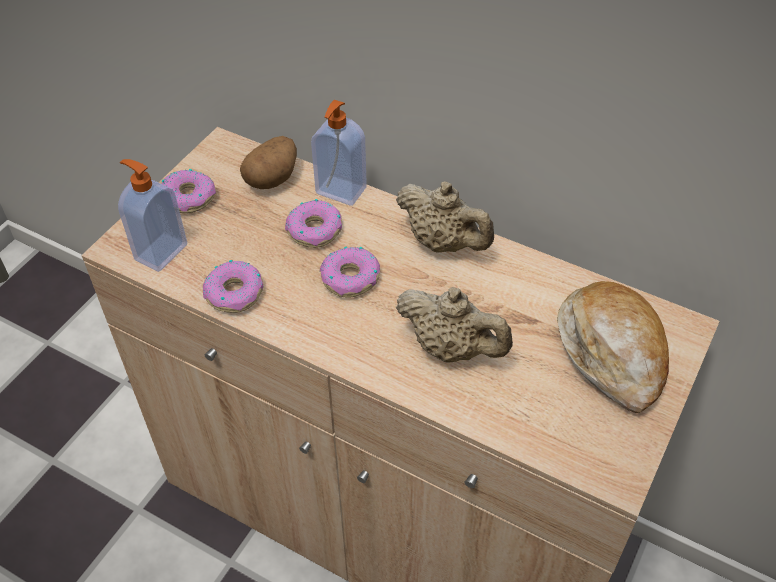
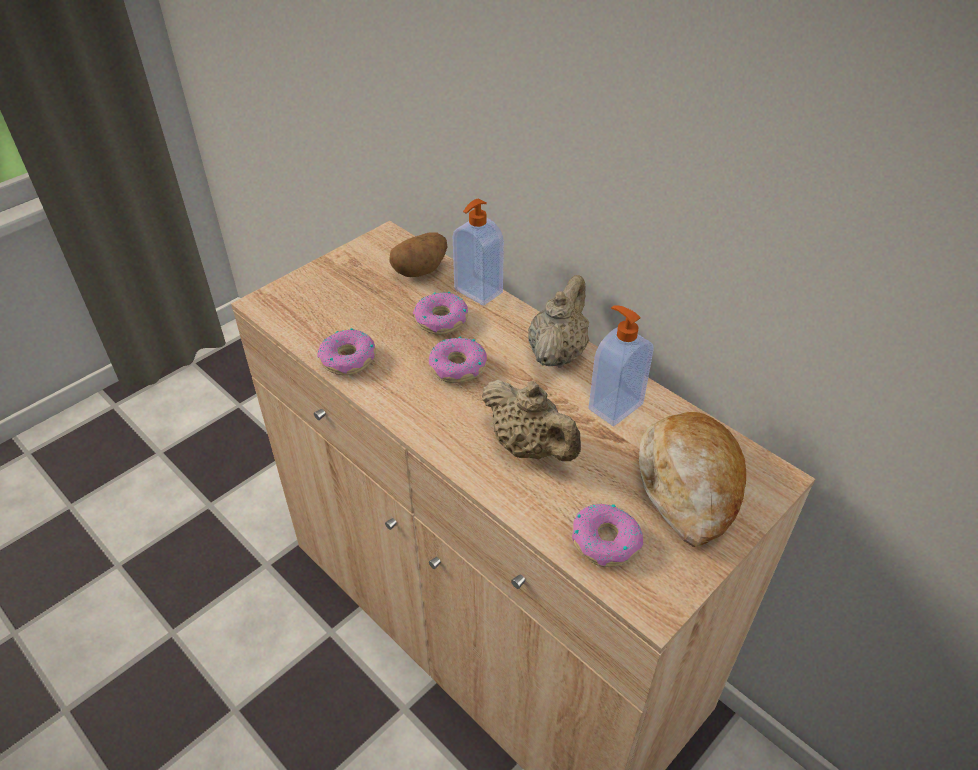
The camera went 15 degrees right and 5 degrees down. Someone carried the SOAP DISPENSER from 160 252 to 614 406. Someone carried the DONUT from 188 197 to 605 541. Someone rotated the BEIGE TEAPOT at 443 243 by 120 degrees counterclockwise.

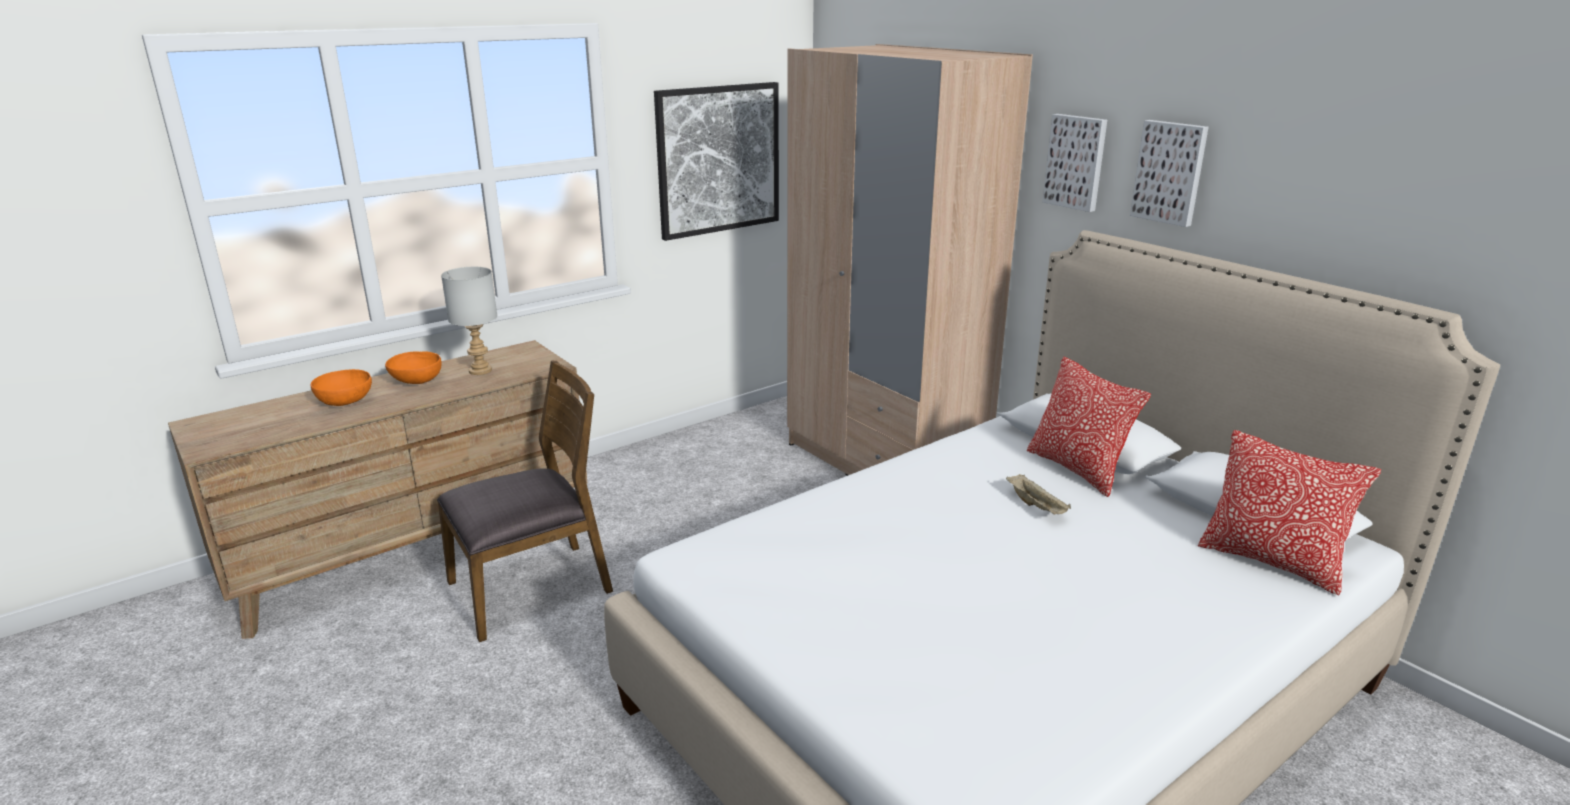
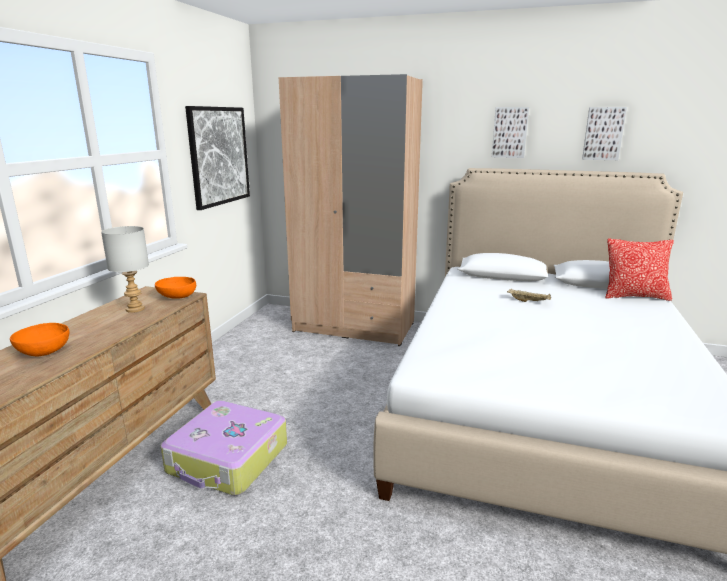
The camera went 35 degrees left and 5 degrees down. Someone carried the PICTURE from 1076 162 to 603 133. Someone carried the ORANGE BOWL from 416 381 to 176 297. Someone took away the PILLOW at 1077 469. Someone swapped the BROWN CHAIR at 532 588 for the SUITCASE at 228 459.

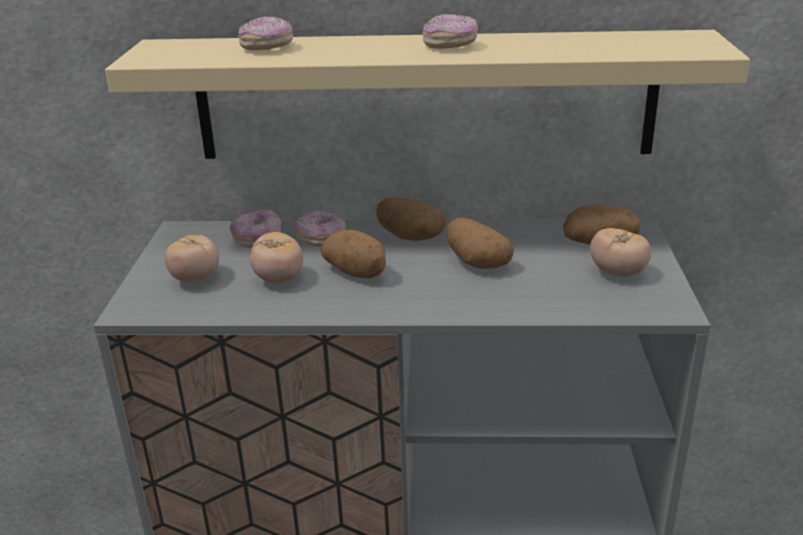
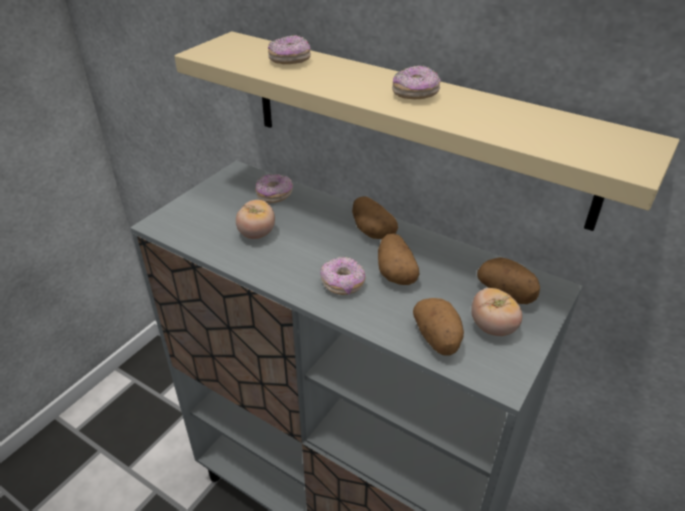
The camera went 30 degrees right and 10 degrees up. Someone carried the DONUT from 321 240 to 343 284. Someone carried the POTATO from 357 272 to 438 339. Someone took away the TOMATO at 195 279.

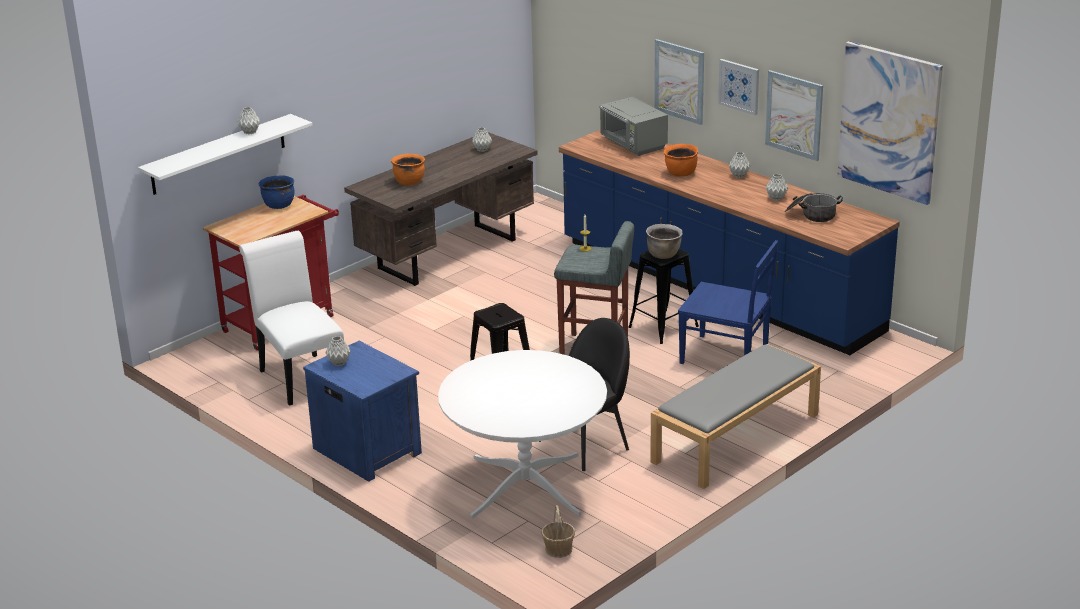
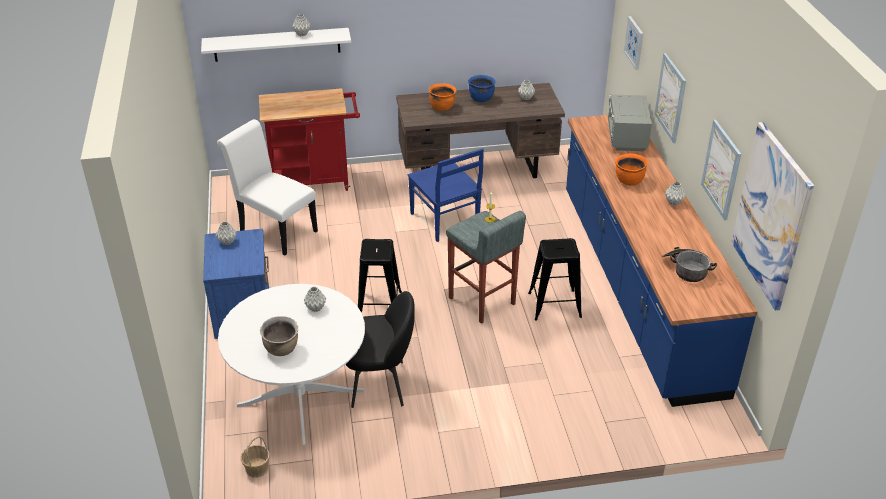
The camera went 35 degrees right and 10 degrees up. Someone carried the PICTURE from 739 86 to 634 42. Someone carried the GREY VASE from 776 198 to 316 308. Someone carried the BLUE COOKING POT from 278 205 to 481 98. Someone carried the BROWN COOKING POT from 663 255 to 282 349. Someone rotated the WHITE CHAIR at 300 376 by 60 degrees counterclockwise. Someone carried the BLUE CHAIR from 726 356 to 445 221. Someone took away the GREY BENCH at 735 438.

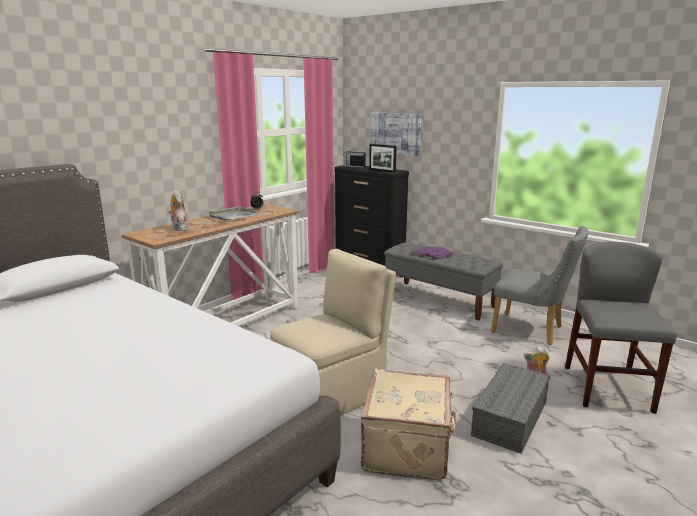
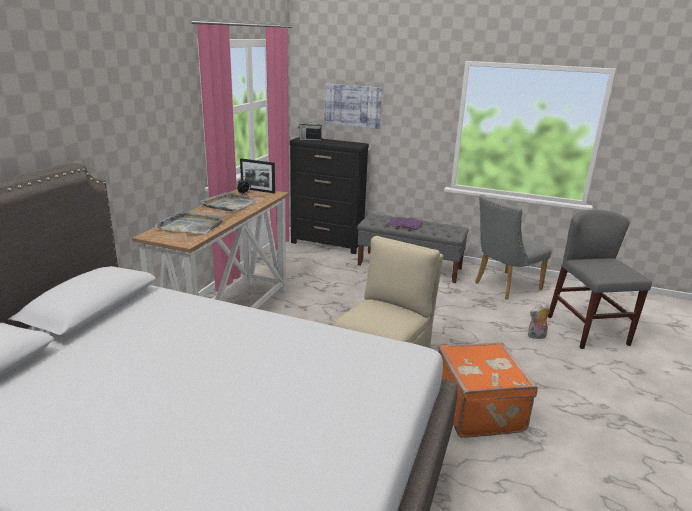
The camera went 20 degrees left and 5 degrees up. Someone carried the PICTURE FRAME from 382 170 to 258 190. Someone swapped the PLUSH TOY at 179 229 for the GREY TRAY at 191 225. Someone rotated the GREY CHAIR at 533 330 by 135 degrees clockwise. Someone took away the GREY STORAGE BOX at 510 419. Someone repainted the BEIGE SUITCASE at 408 447, which became the ORANGE SUITCASE at 479 409.

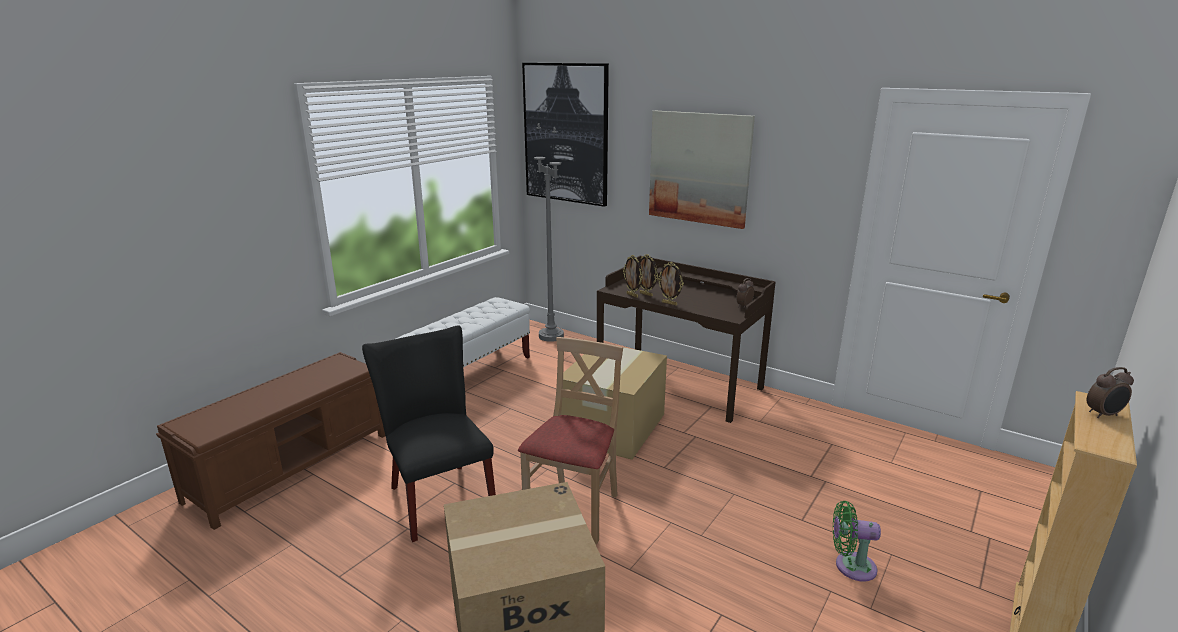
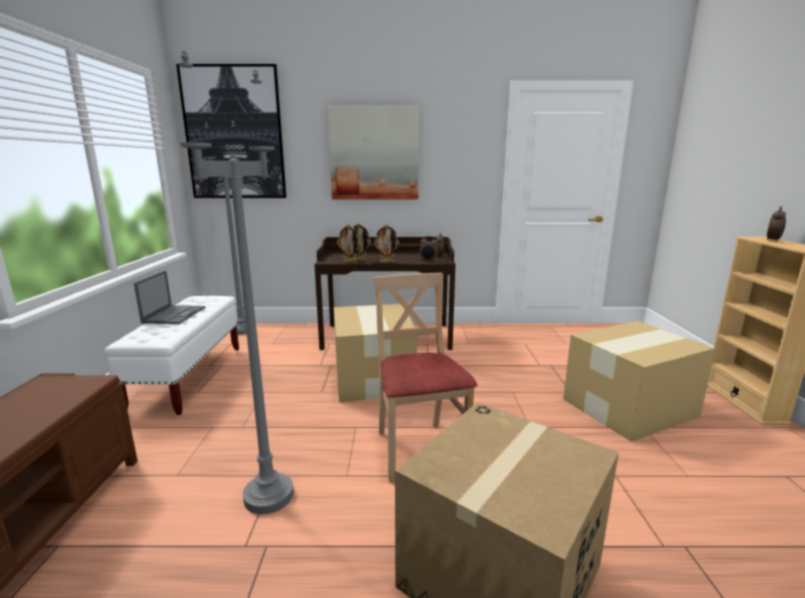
The camera went 35 degrees left and 5 degrees down. Someone swapped the BLACK CHAIR at 438 496 for the GREY FLOOR LAMP at 269 495. Someone swapped the GREEN FAN at 851 566 for the CARDBOARD BOX at 631 407. Someone put down the ALARM CLOCK at 428 261. Someone put down the LAPTOP at 174 314.

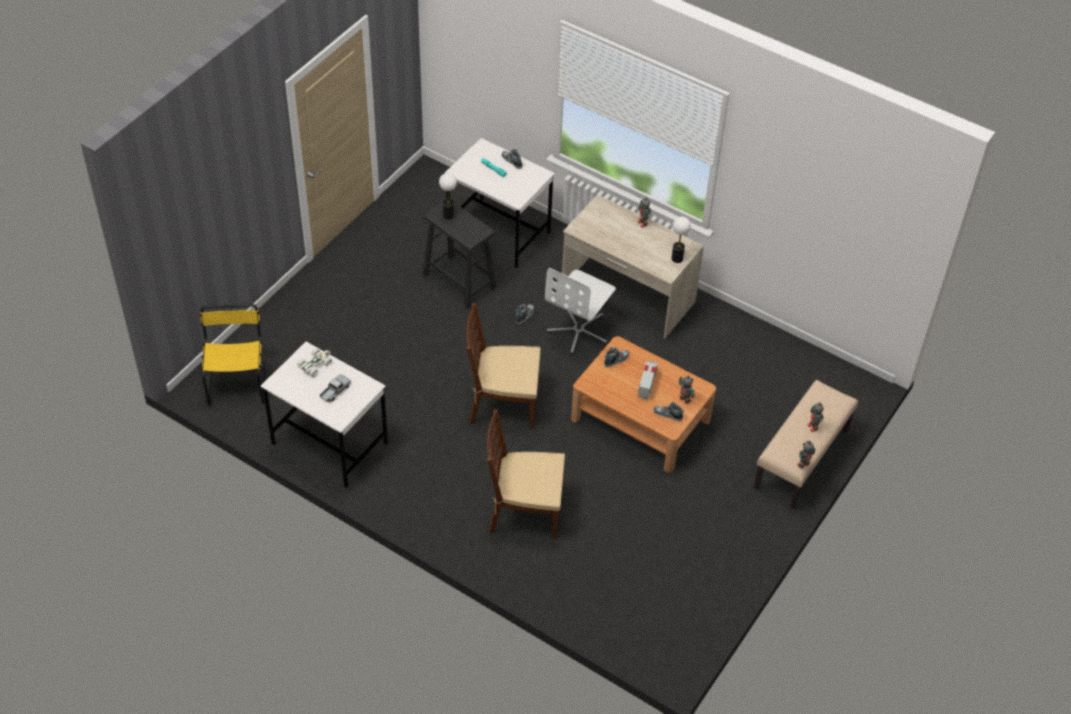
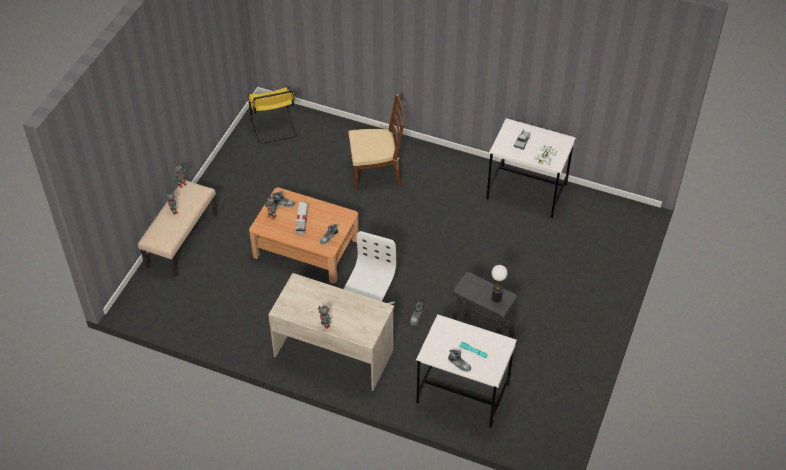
The camera went 170 degrees right and 0 degrees up. Someone took away the TABLE LAMP at 677 258. Someone took away the BROWN CHAIR at 502 403. Someone carried the YELLOW CHAIR from 237 381 to 274 128.

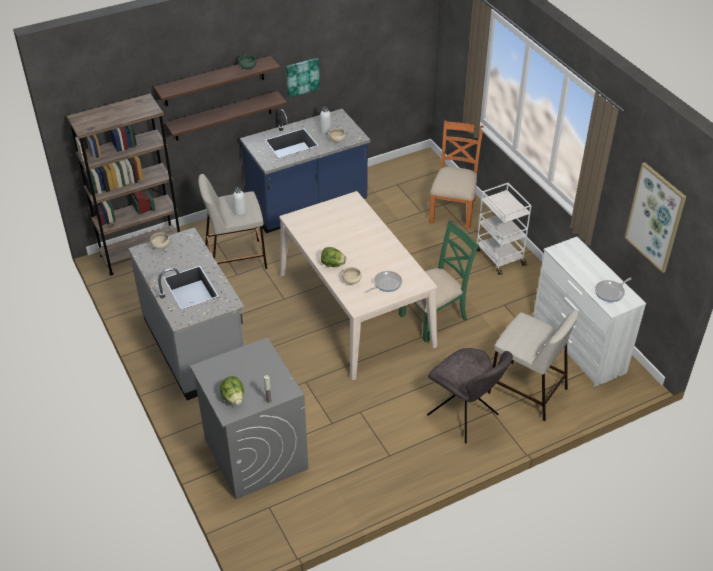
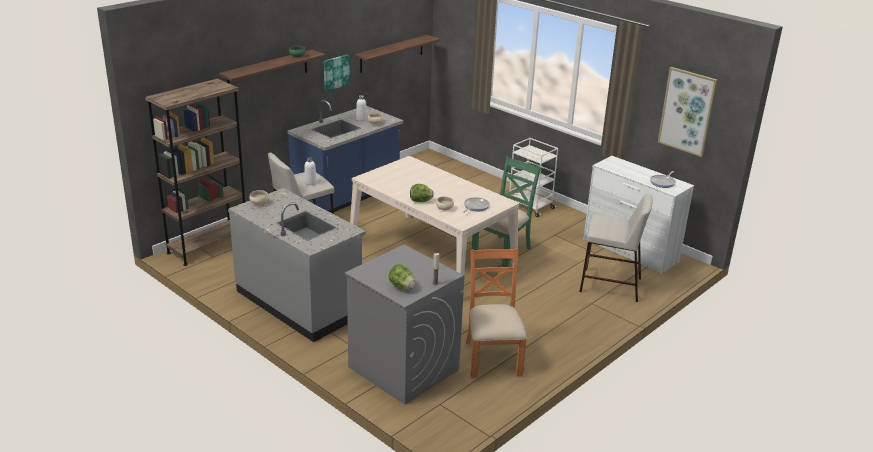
The camera went 20 degrees left and 15 degrees down. Someone carried the SHELF from 223 116 to 392 53. Someone carried the ORANGE CHAIR from 453 210 to 492 358. Someone took away the GREY CHAIR at 464 416.

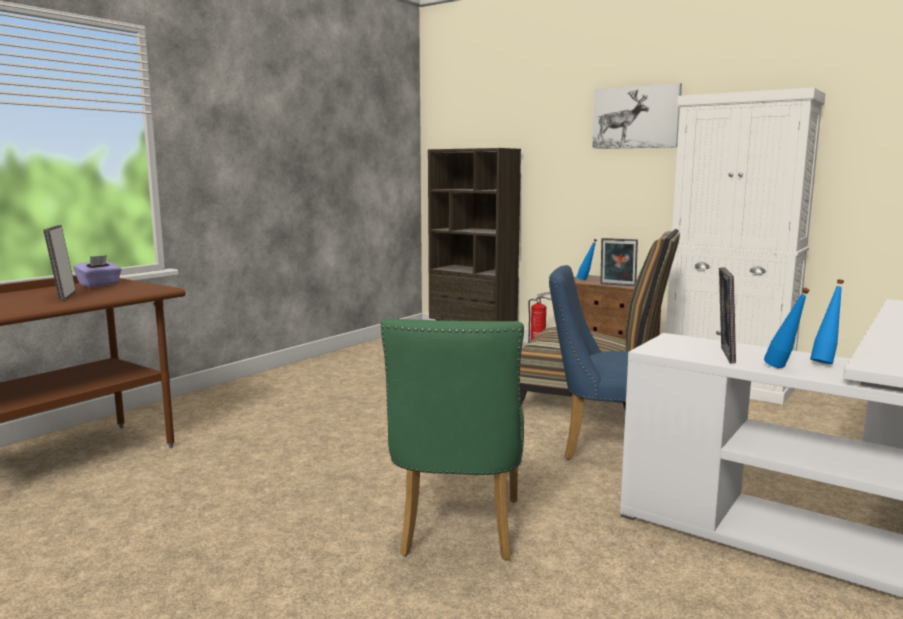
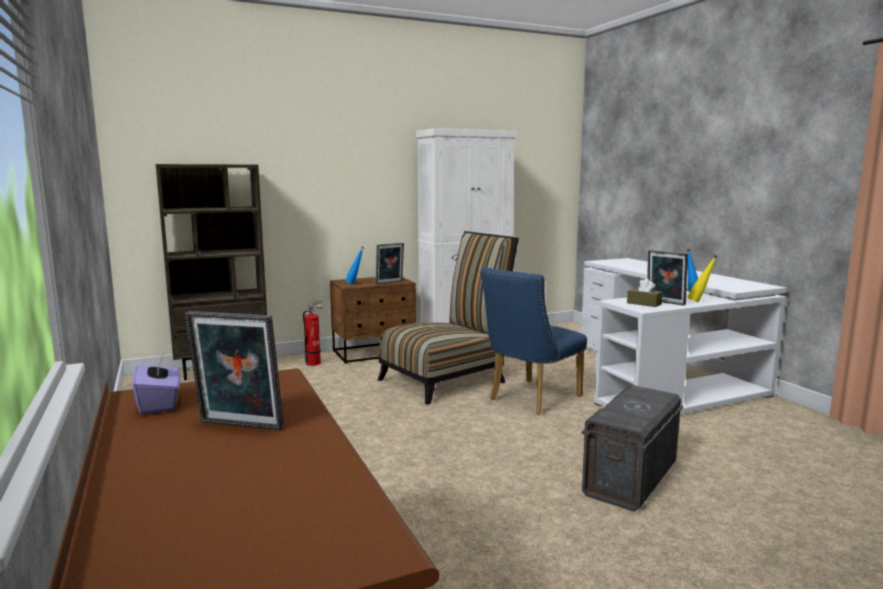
The camera went 60 degrees left and 0 degrees up. Someone took away the PICTURE at 636 117. Someone repainted the BLUE BOTTLE at 783 368, which became the YELLOW BOTTLE at 700 302. Someone swapped the GREEN CHAIR at 457 532 for the GREY STORAGE BOX at 630 478. Someone put down the BROWN TISSUE BOX at 644 303.

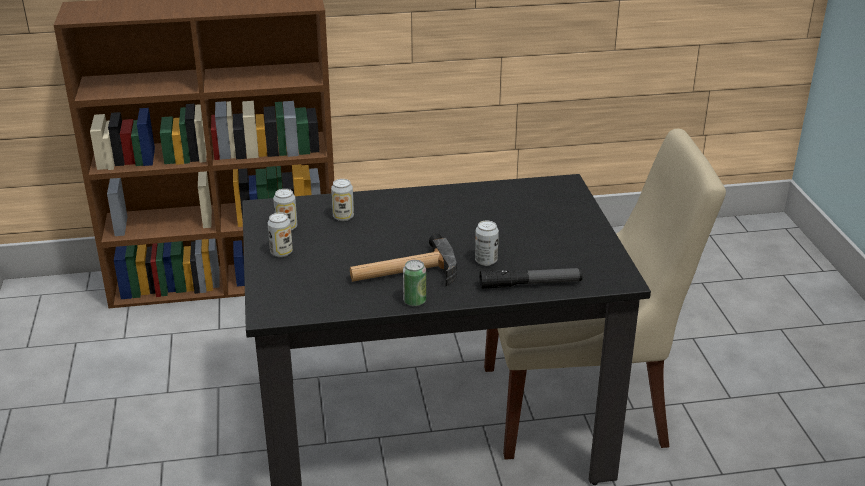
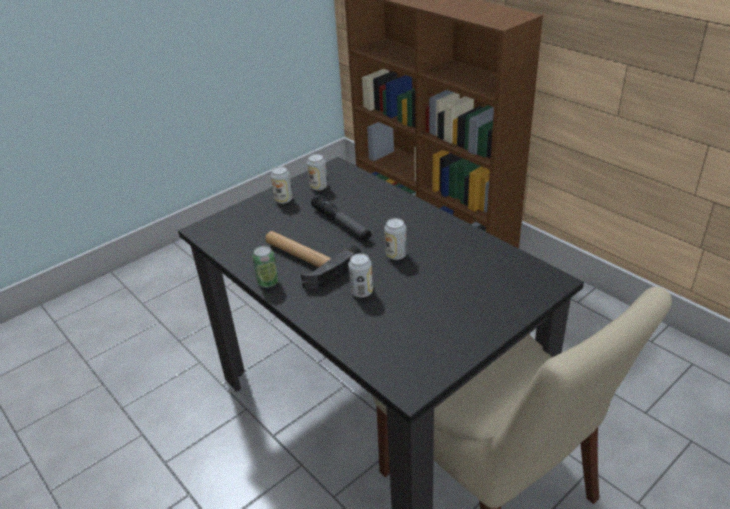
The camera went 60 degrees right and 5 degrees up. Someone carried the CAN from 343 217 to 396 255. Someone carried the FLASHLIGHT from 530 284 to 341 224.

